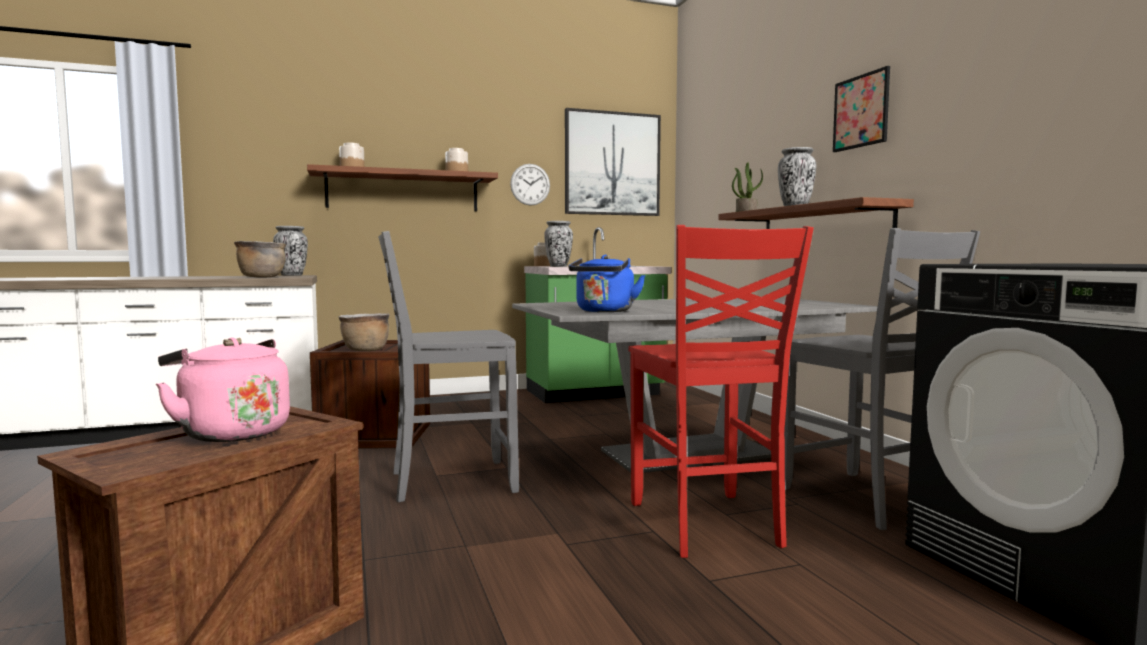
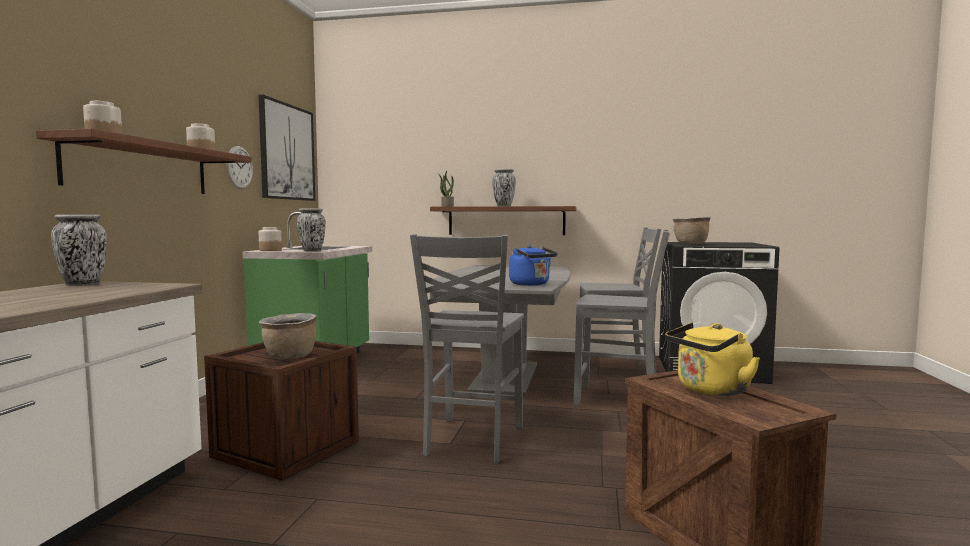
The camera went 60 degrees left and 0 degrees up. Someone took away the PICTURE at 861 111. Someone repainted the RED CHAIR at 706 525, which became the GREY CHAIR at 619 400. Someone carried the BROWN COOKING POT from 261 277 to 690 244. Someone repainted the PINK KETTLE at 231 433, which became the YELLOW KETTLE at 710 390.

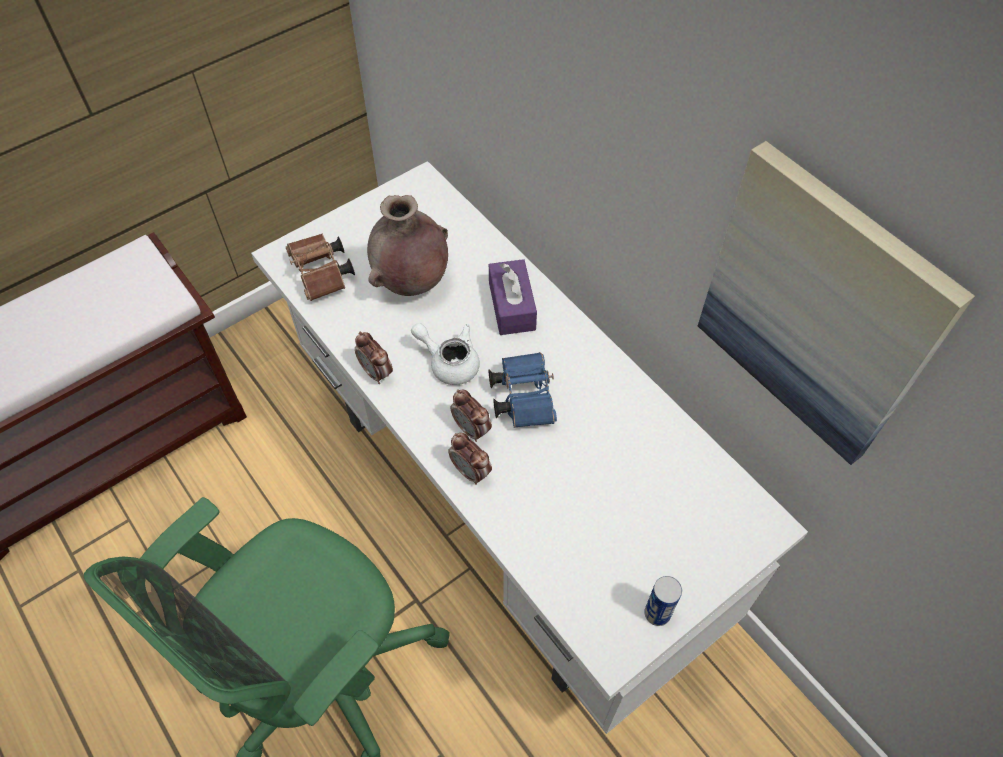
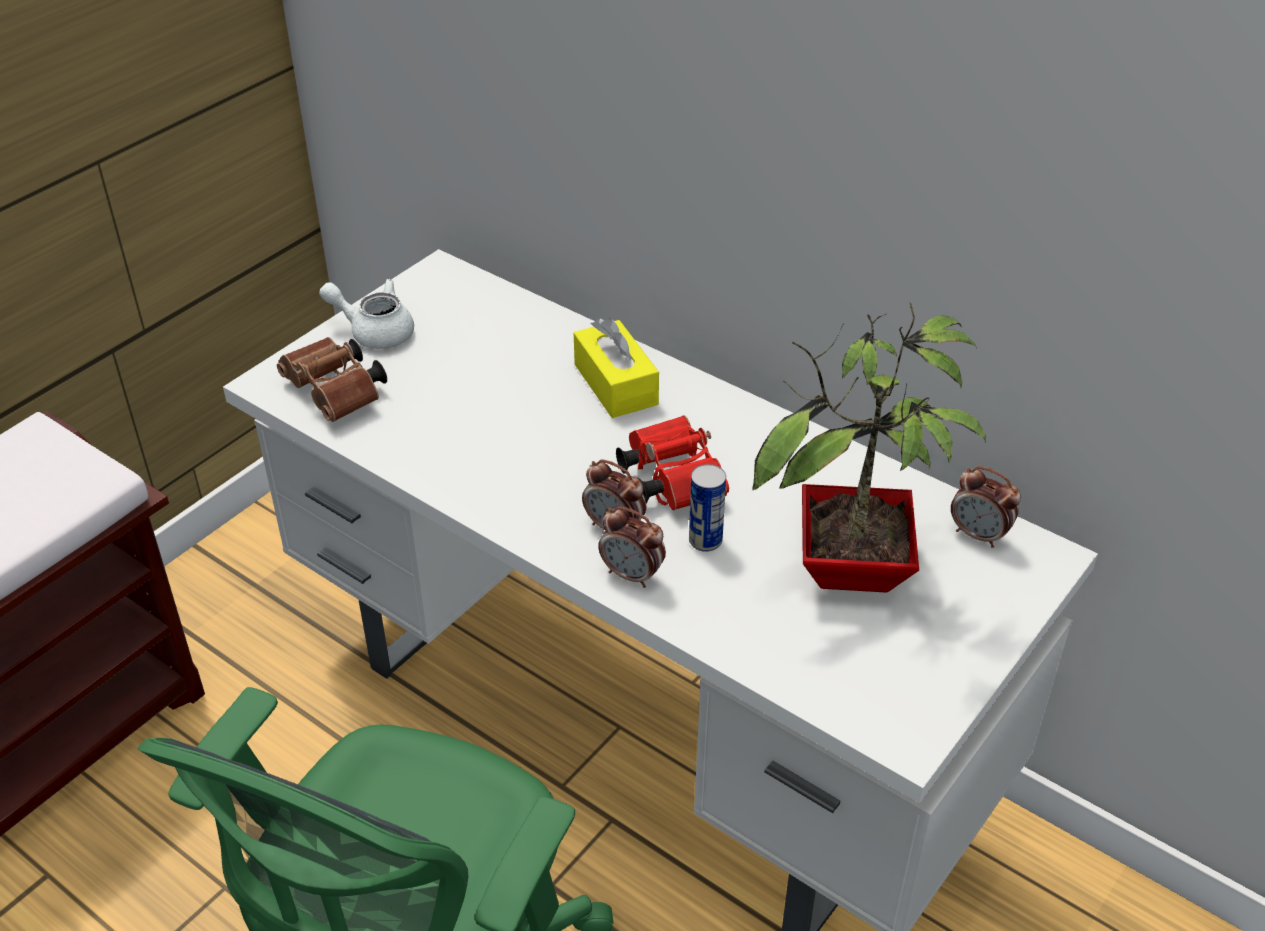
The camera went 15 degrees left and 15 degrees down. Someone took away the PICTURE at 817 309. Someone took away the BROWN VASE at 411 283. Someone repainted the PURPLE TISSUE BOX at 512 306, which became the YELLOW TISSUE BOX at 615 384. Someone carried the WHITE TEAPOT from 449 362 to 374 331. Someone carried the ALARM CLOCK from 376 372 to 979 535. Someone repainted the BLUE BINOCULARS at 522 396, which became the RED BINOCULARS at 669 478. Someone carried the CAN from 657 613 to 705 541. Someone put down the POTTED PLANT at 852 573.

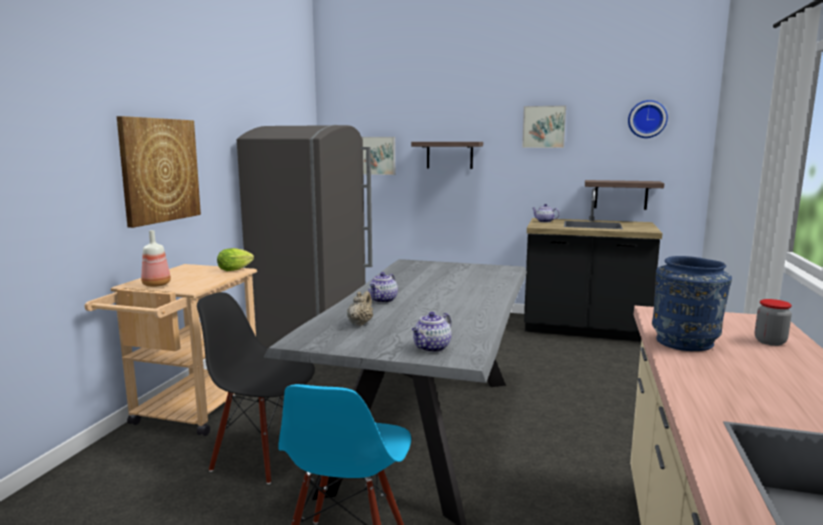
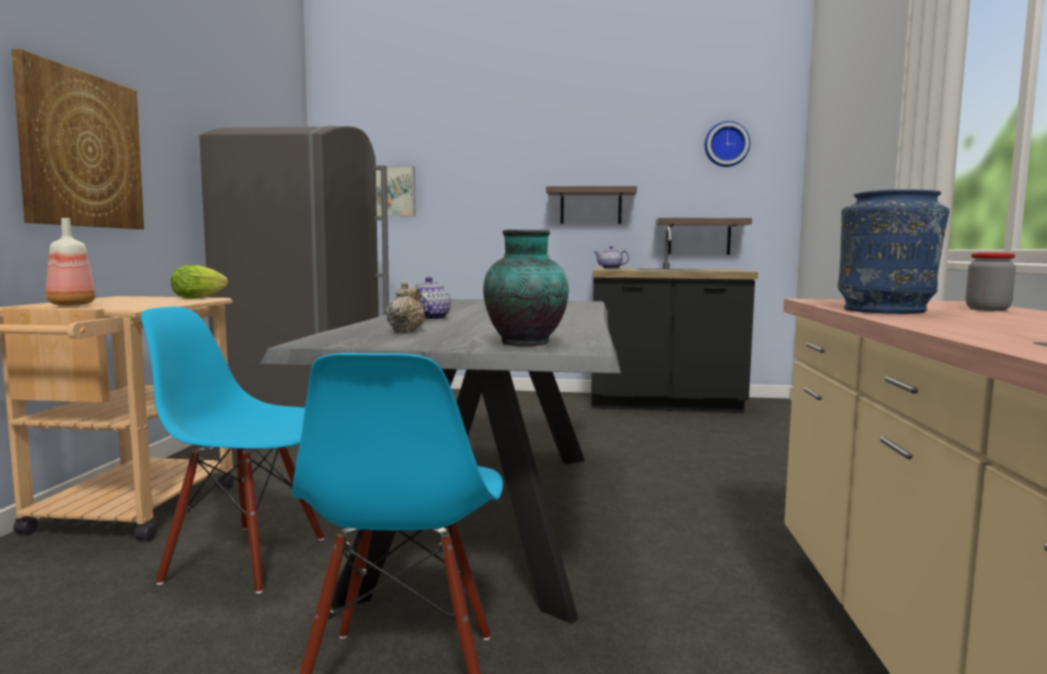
The camera went 10 degrees left and 5 degrees down. Someone took away the PICTURE at 544 127. Someone carried the SHELF from 449 155 to 591 206. Someone repainted the BLACK CHAIR at 263 455, which became the BLUE CHAIR at 247 558. Someone swapped the TEAPOT at 431 348 for the VASE at 525 343.

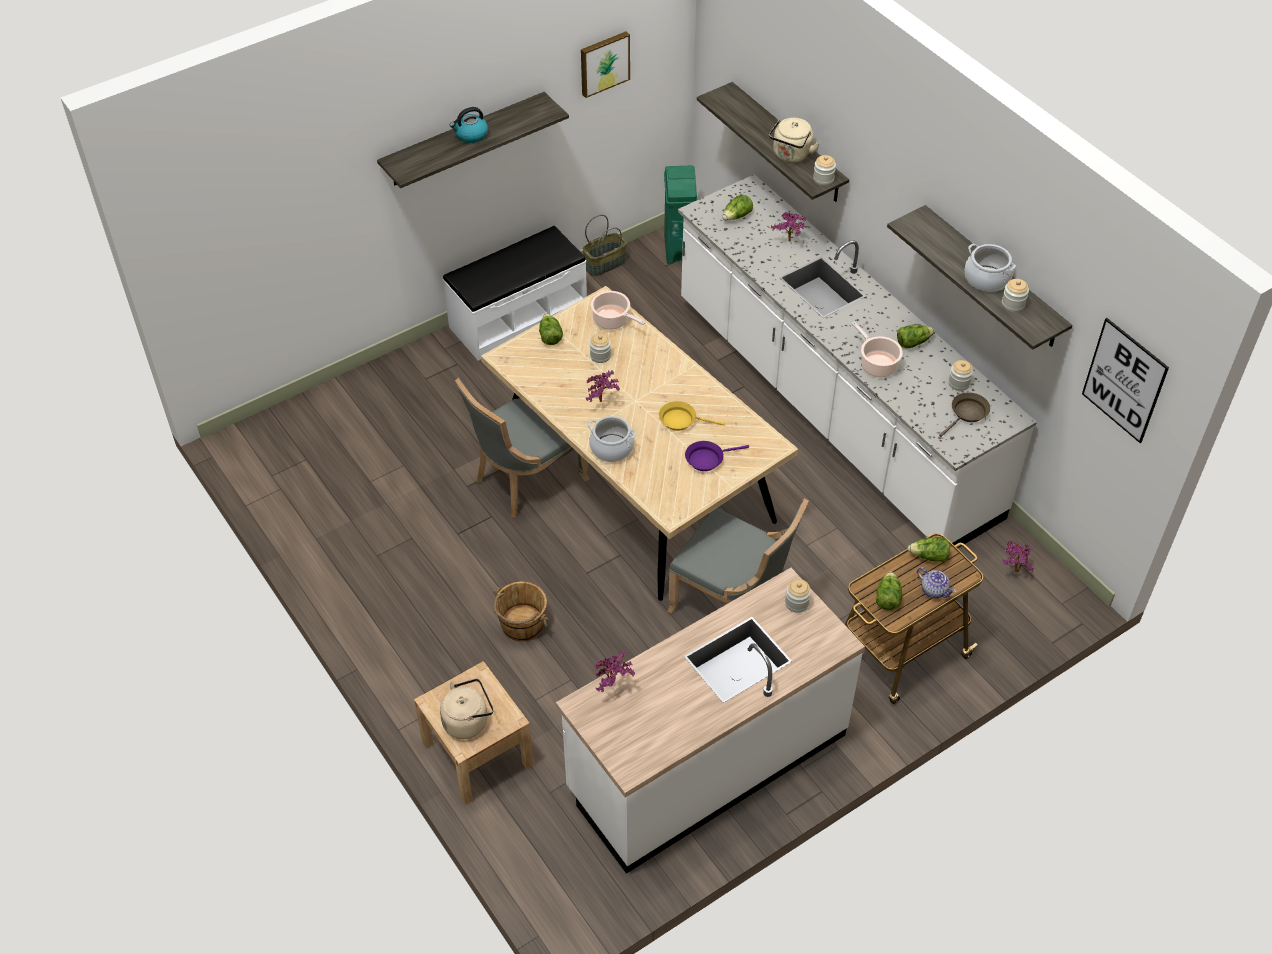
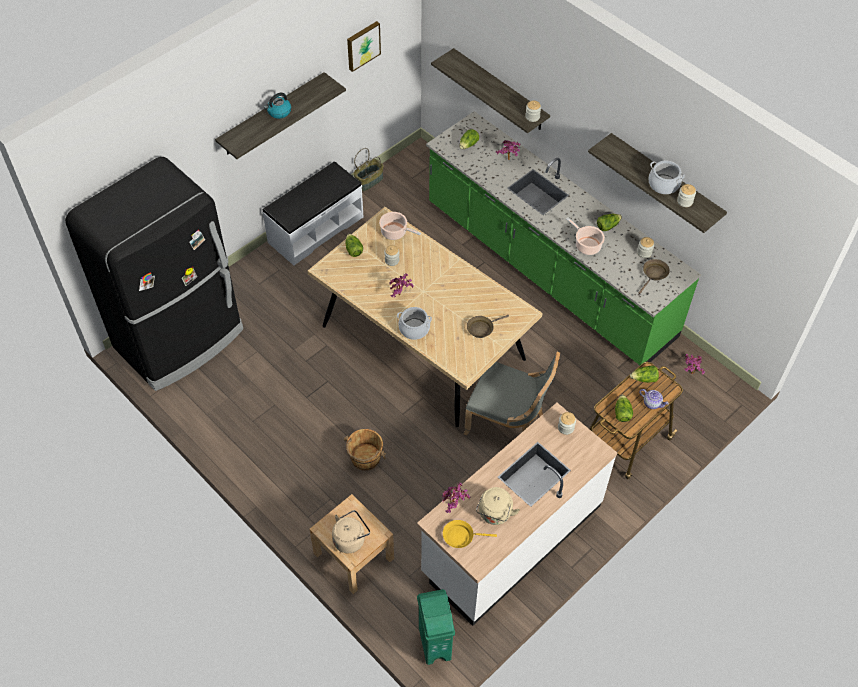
The camera went 10 degrees left and 5 degrees up. Someone carried the BEIGE KETTLE from 791 155 to 494 514. Someone carried the GREEN TRASH CAN from 679 248 to 435 642. Someone repainted the WHITE COUNTER at 832 408, which became the GREEN COUNTER at 548 270. Someone took away the PICTURE at 1124 380. Someone took away the GREY CHAIR at 525 479. Someone carried the YELLOW FRYING PAN from 681 420 to 461 536. Someone repainted the PURPLE FRYING PAN at 707 459, which became the BROWN FRYING PAN at 482 328. Someone put down the BLACK FRIDGE at 180 339.

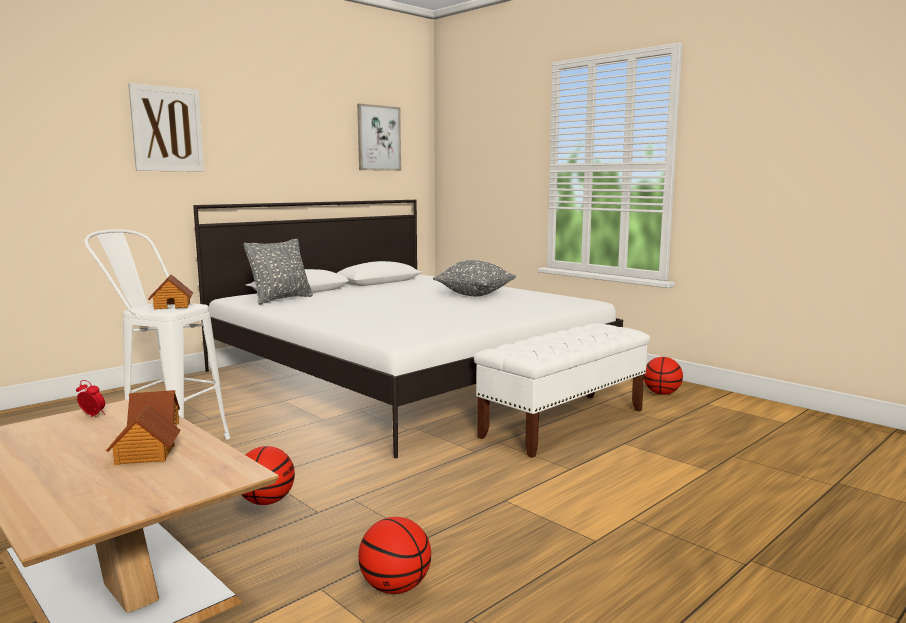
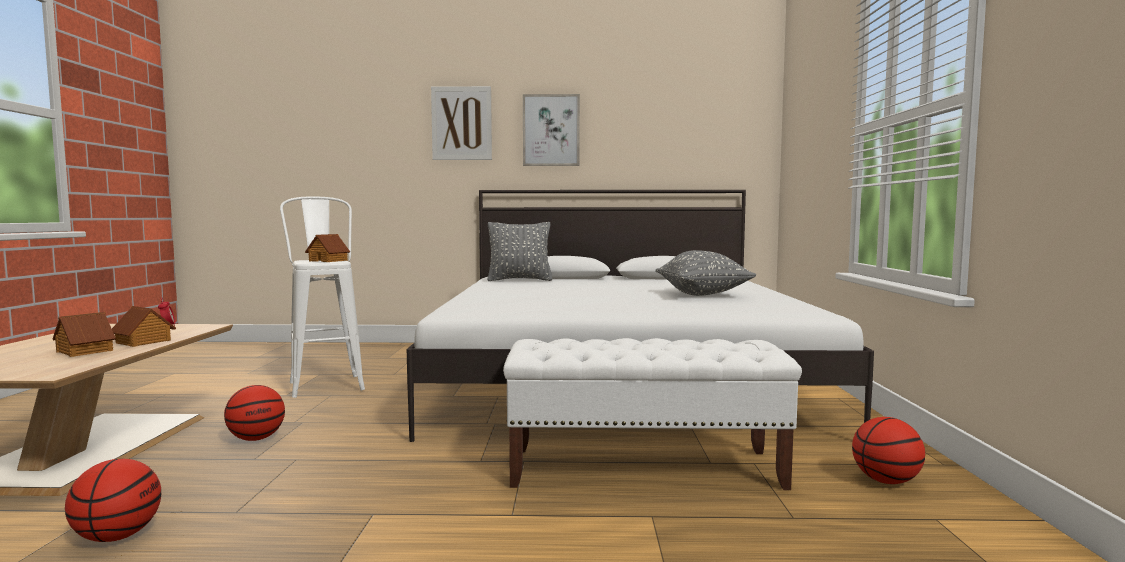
The camera went 45 degrees right and 5 degrees down. Someone carried the PICTURE from 378 138 to 551 130.

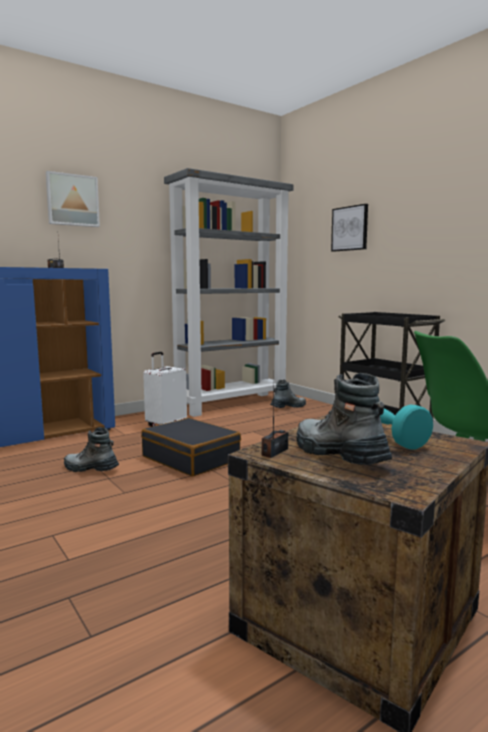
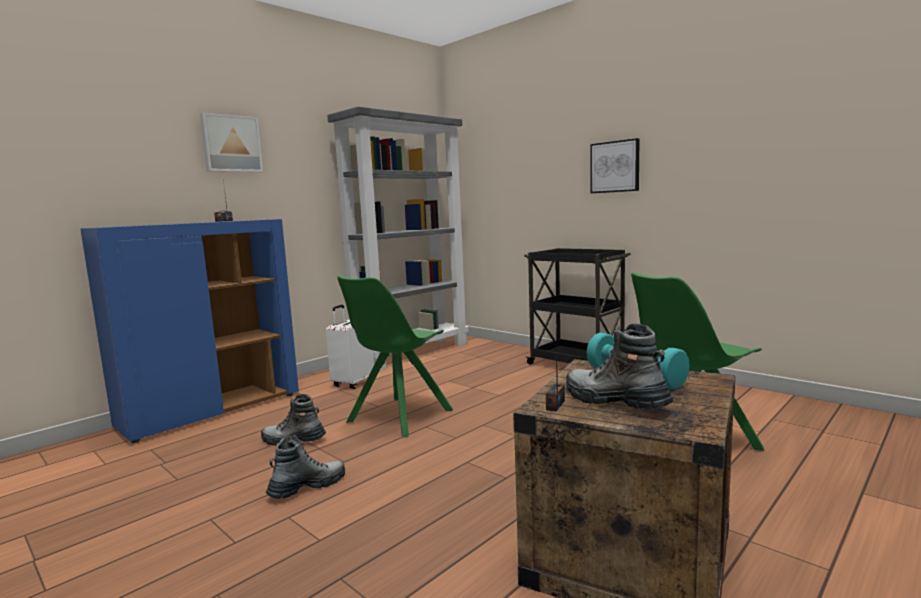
The camera went 10 degrees left and 0 degrees up. Someone carried the PICTURE from 350 228 to 615 167. Someone carried the BOOT from 288 407 to 308 487. Someone swapped the BLACK SUITCASE at 191 458 for the GREEN CHAIR at 398 417.

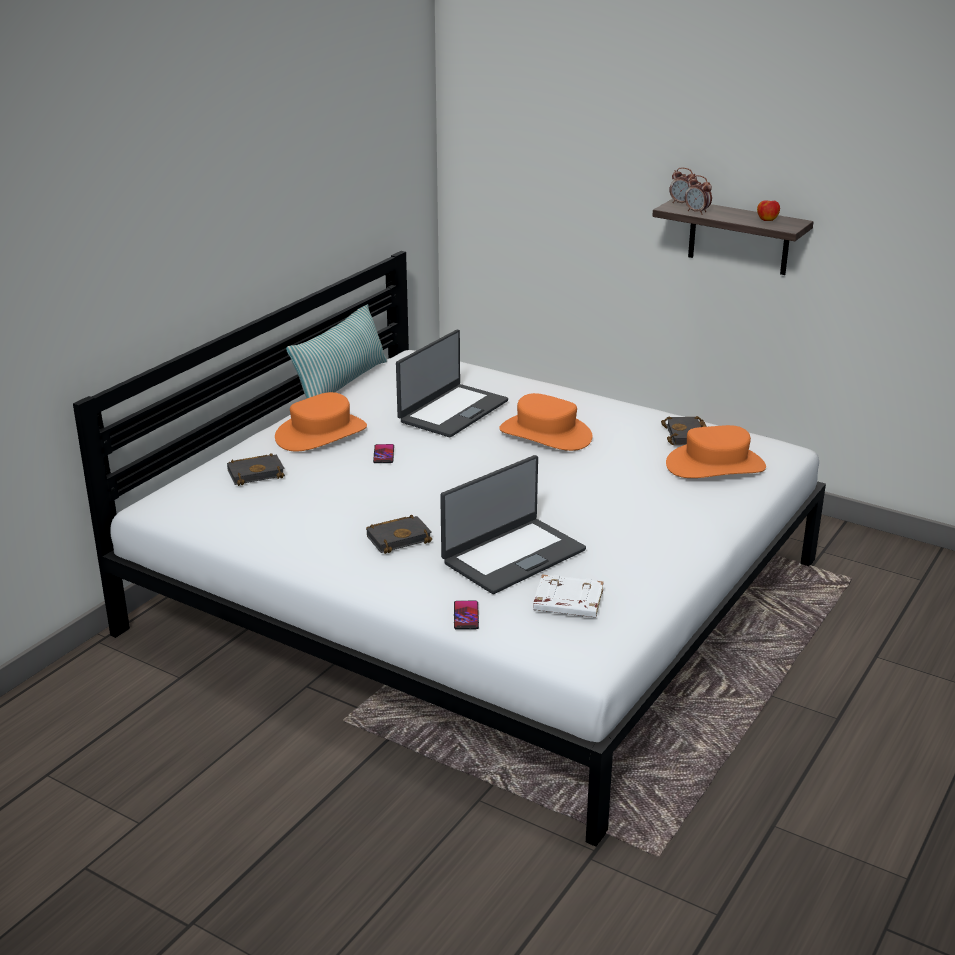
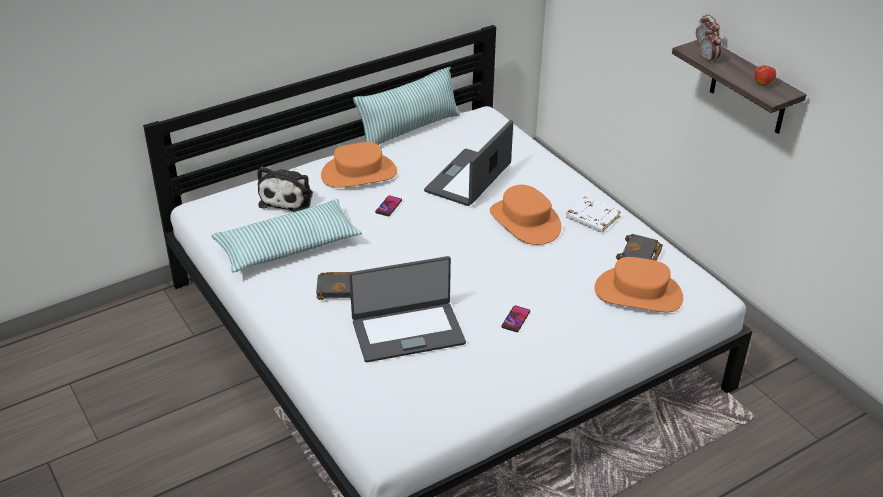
The camera went 25 degrees right and 10 degrees up. Someone rotated the LAPTOP at 452 411 by 150 degrees clockwise. Someone swapped the BLACK BOOK at 257 473 for the PLUSH TOY at 288 198. Someone carried the WHITE BOOK from 567 602 to 591 218. Someone carried the PHONE from 466 616 to 515 319. Someone put down the PILLOW at 288 246.

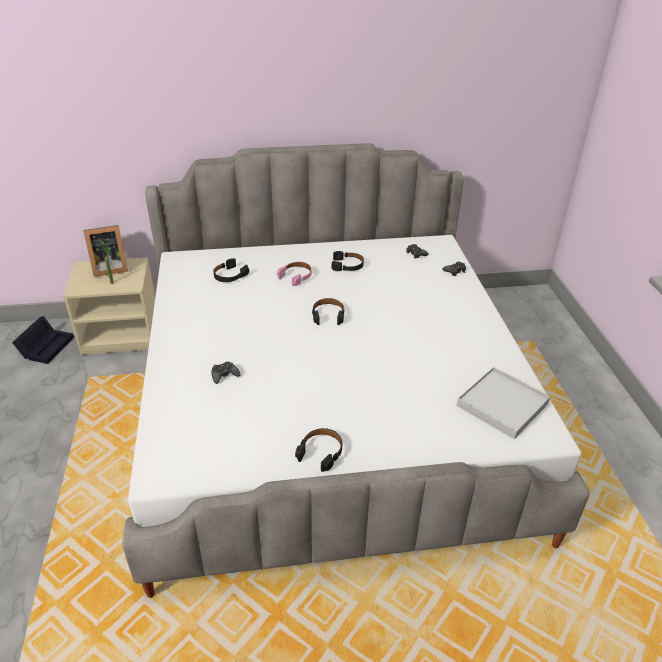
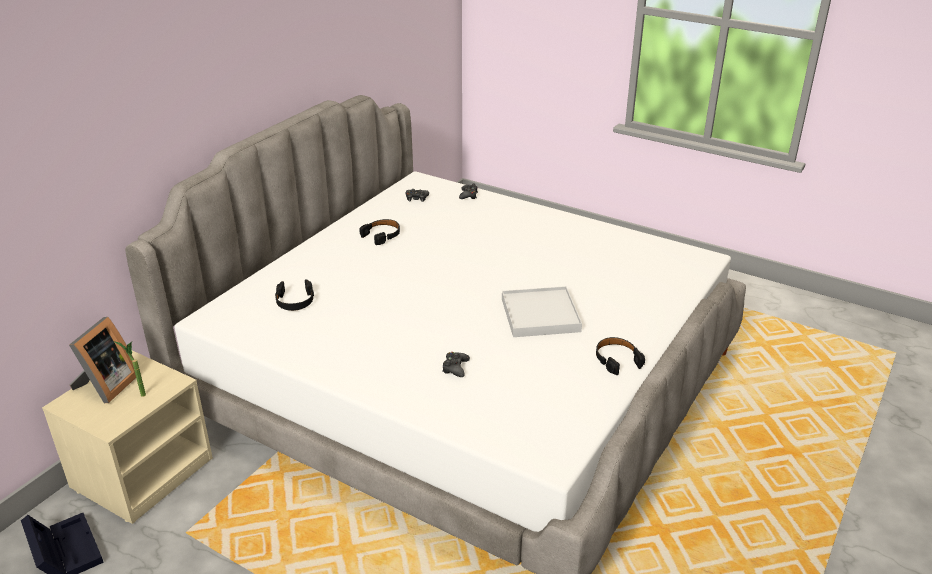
The camera went 50 degrees left and 5 degrees down. Someone took away the PINK HEADPHONES at 296 276. Someone took away the BLACK HEADPHONES at 328 315. Someone carried the WHITE TRAY from 502 405 to 540 315.

